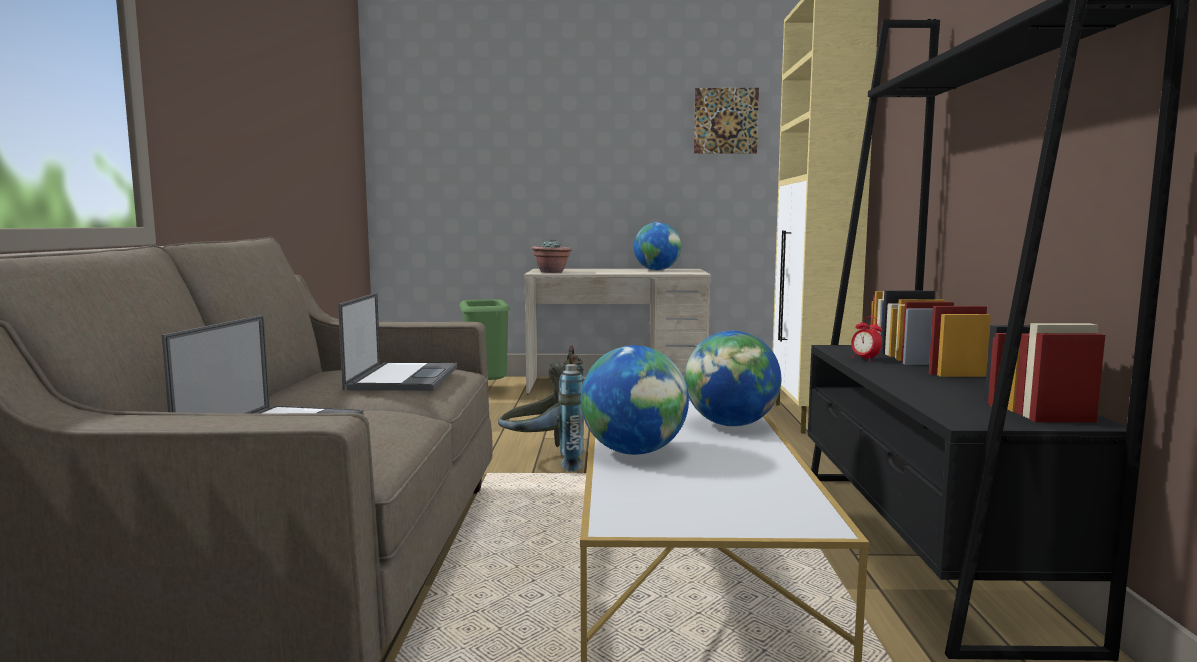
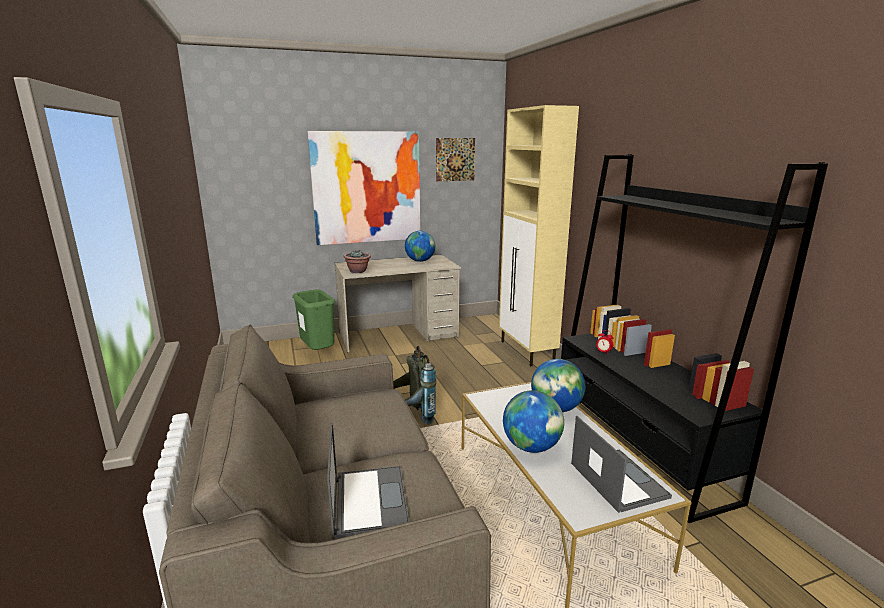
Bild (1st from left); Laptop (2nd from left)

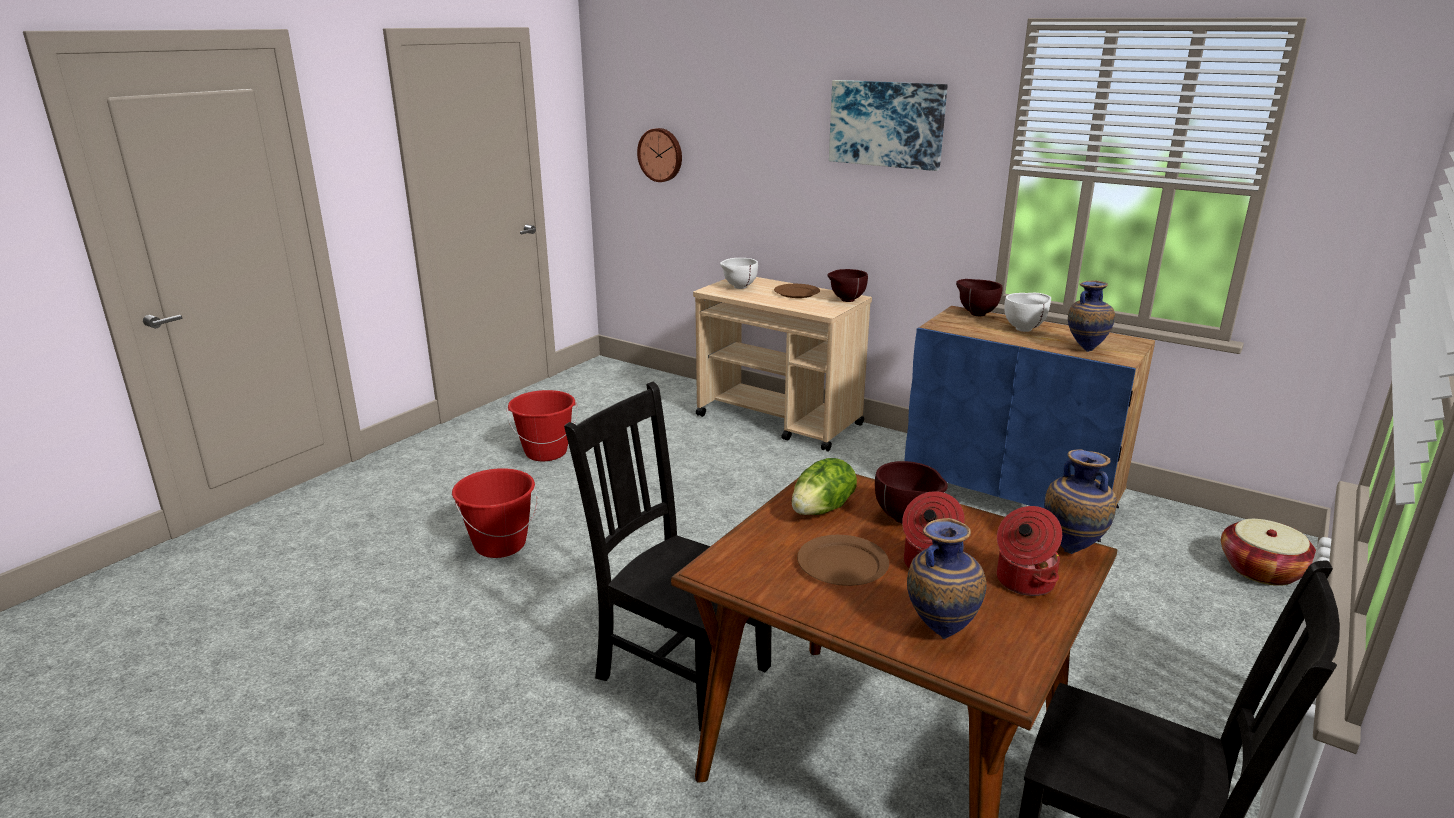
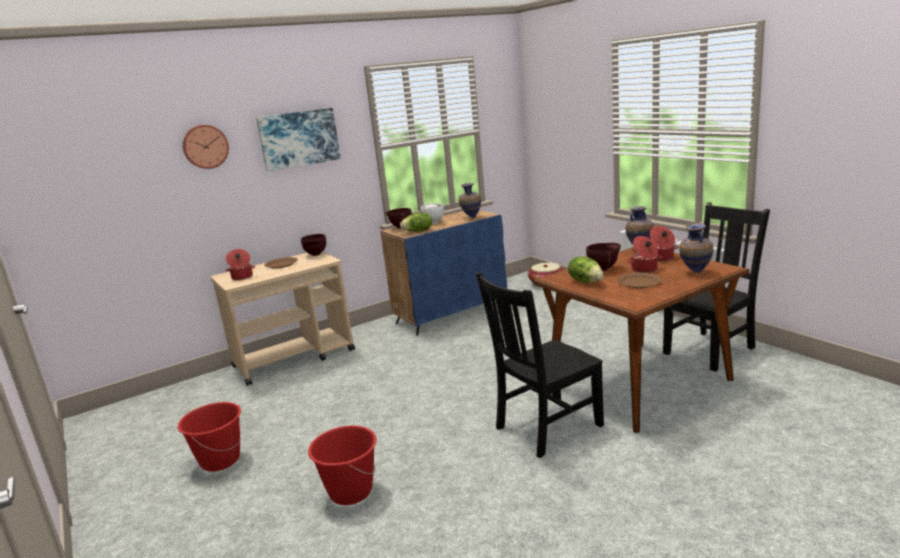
Salatkopf (1st from left); Wanduhr; Kochtopf (1st from left)

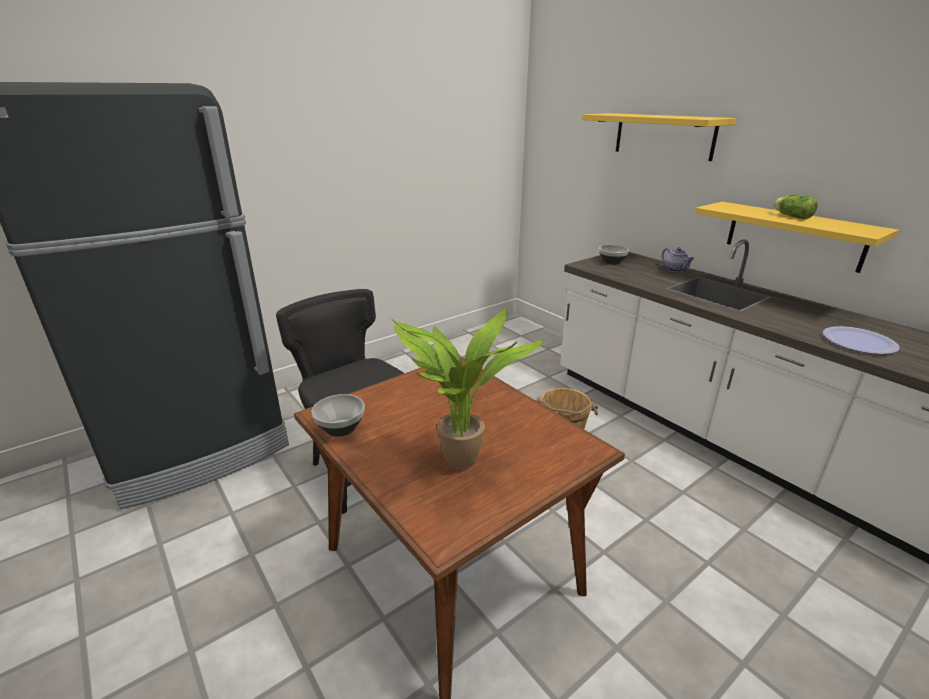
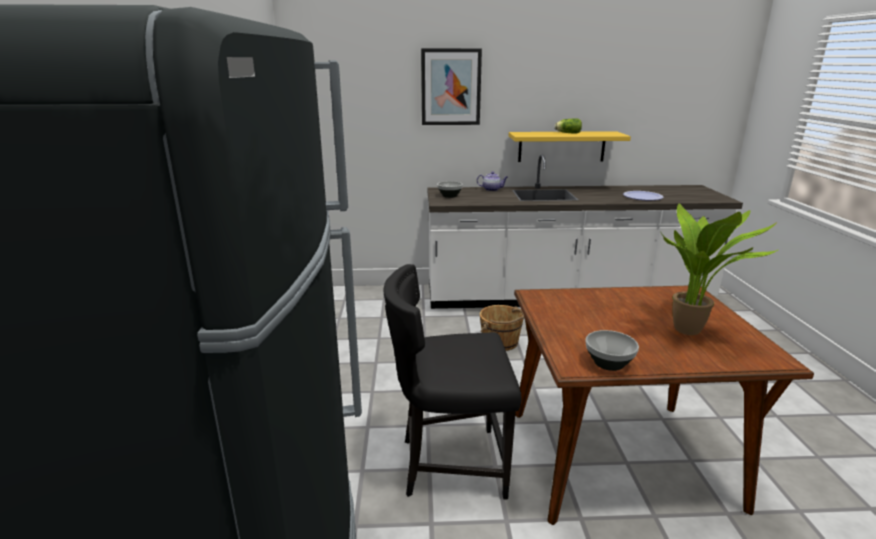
Bild

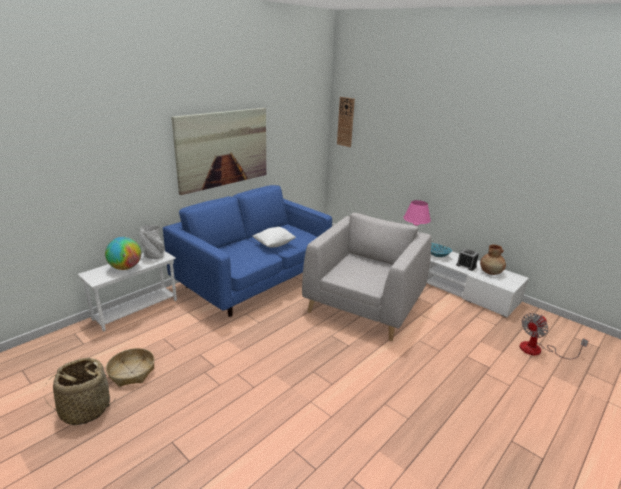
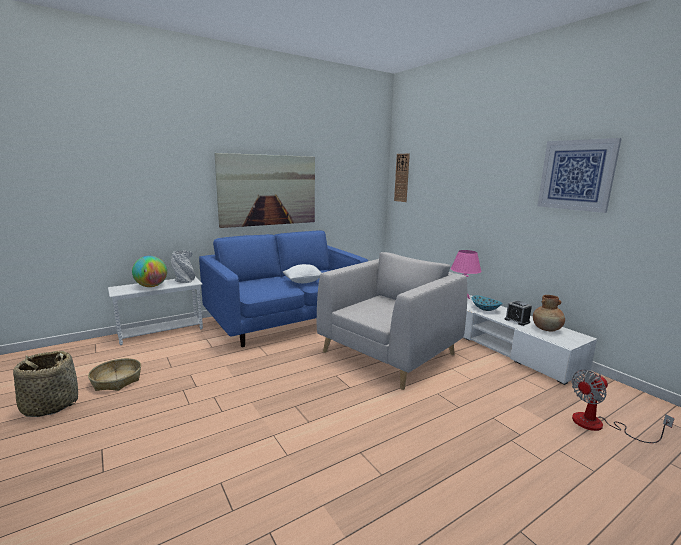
Bild (2nd from left)

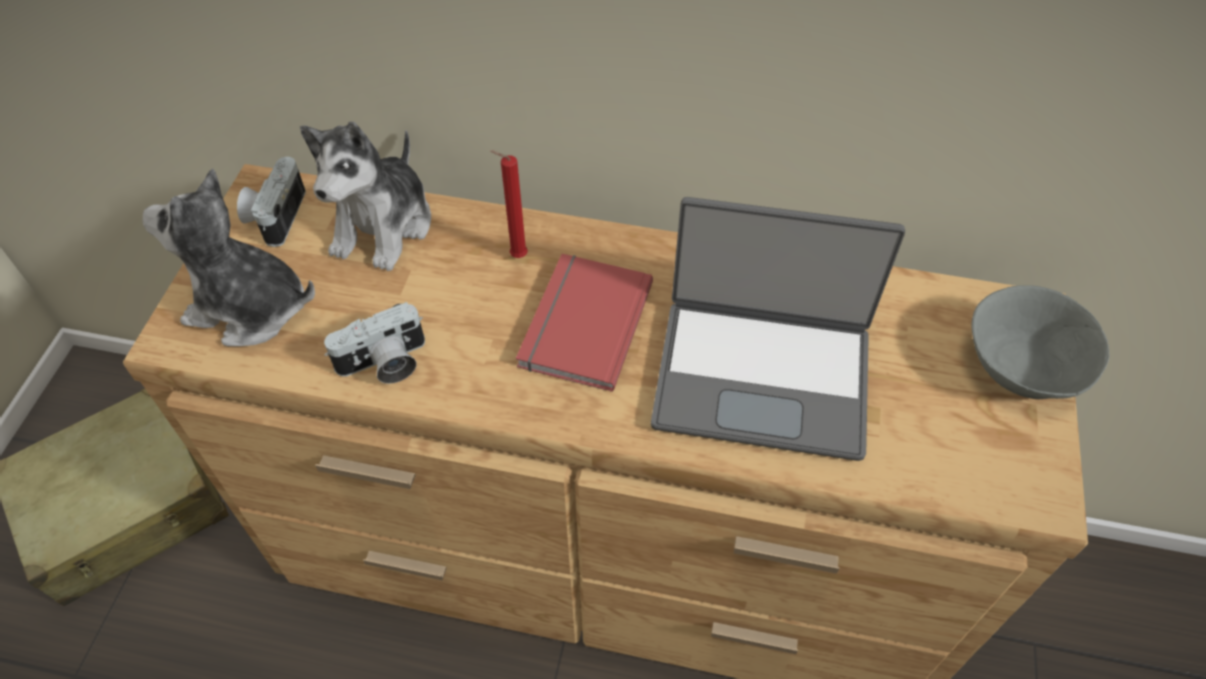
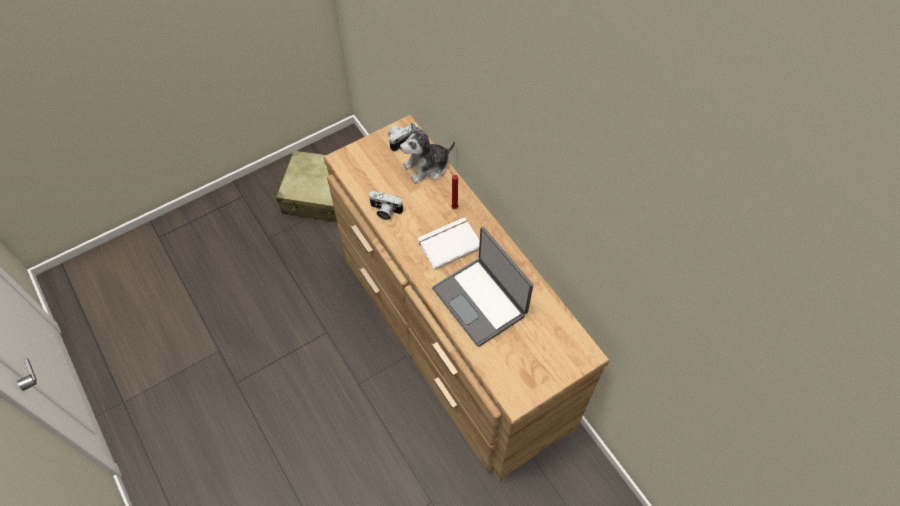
Plüschtier (1st from left in the first image); Schüssel/grau; Buch/weiß

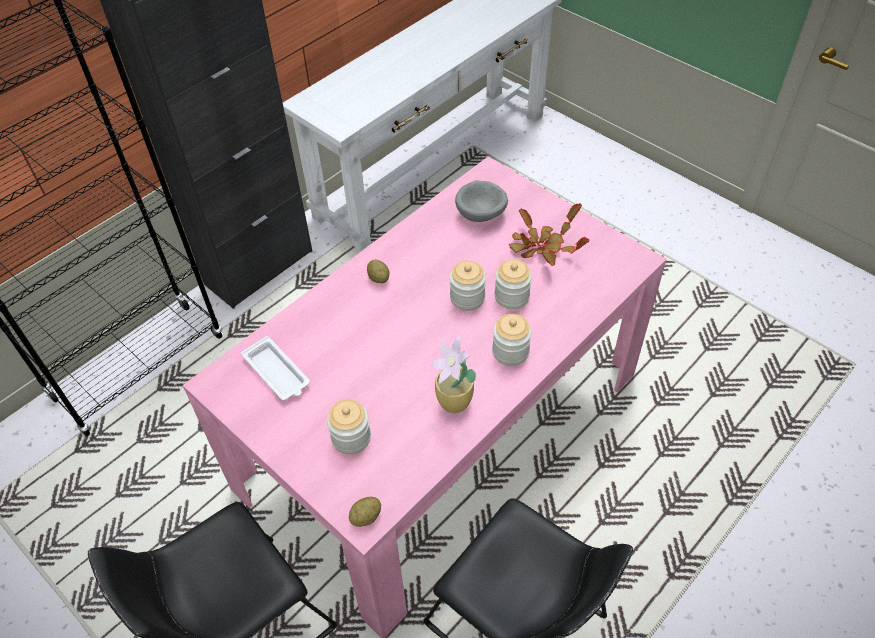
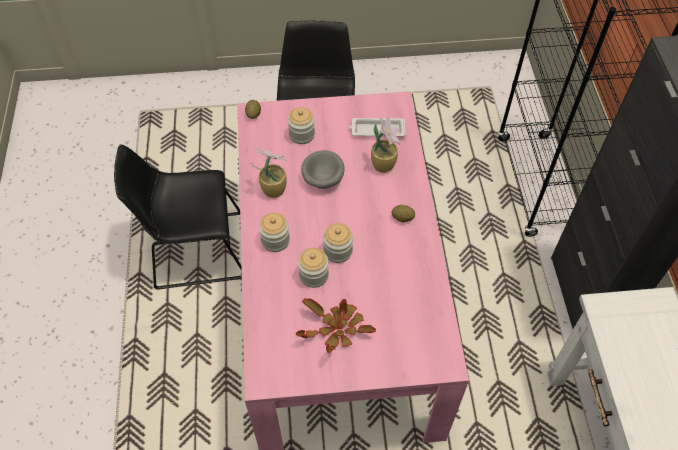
Topfpflanze (3rd from left); Schüssel/grau

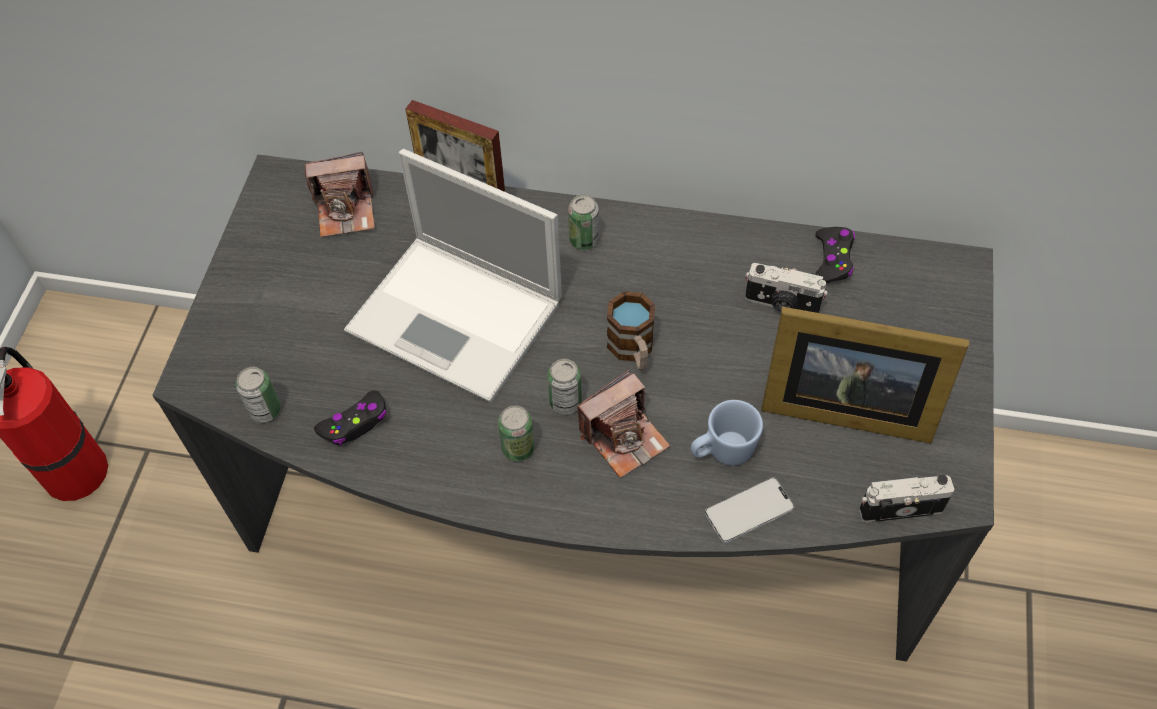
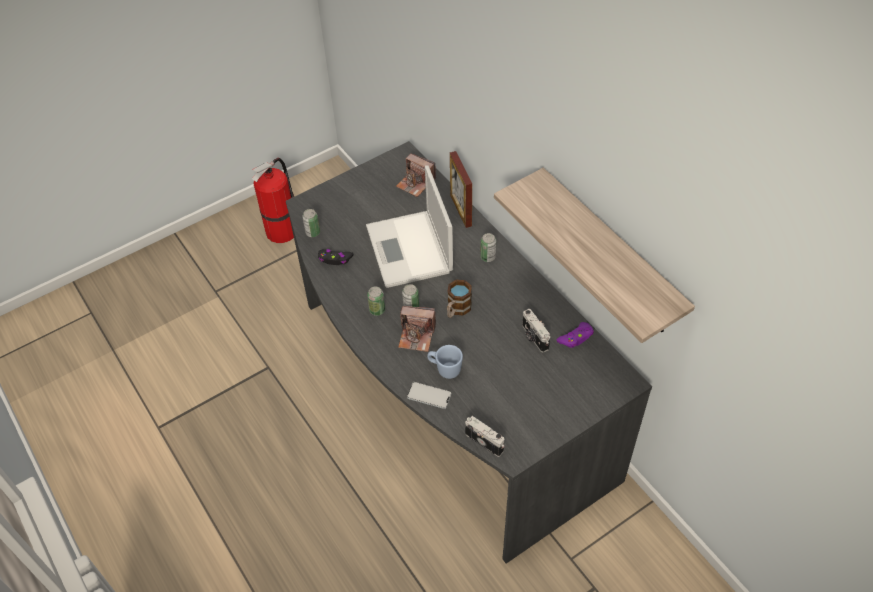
Bilderrahmen (2nd from left in the first image); Wandregal; Gamepad/lila

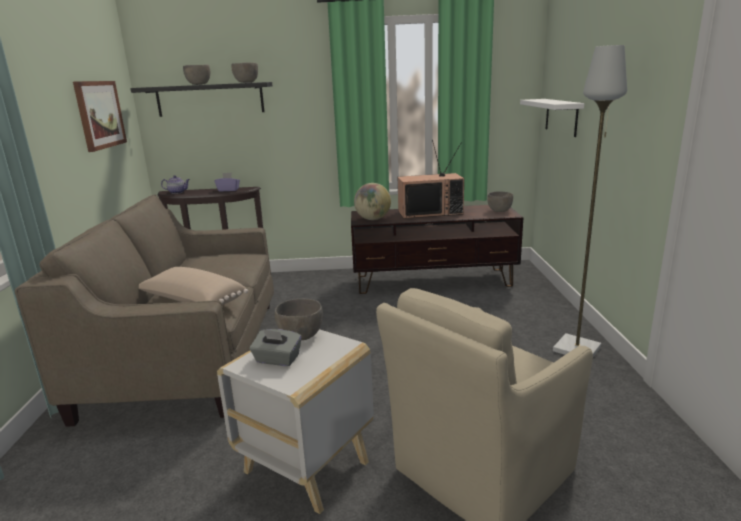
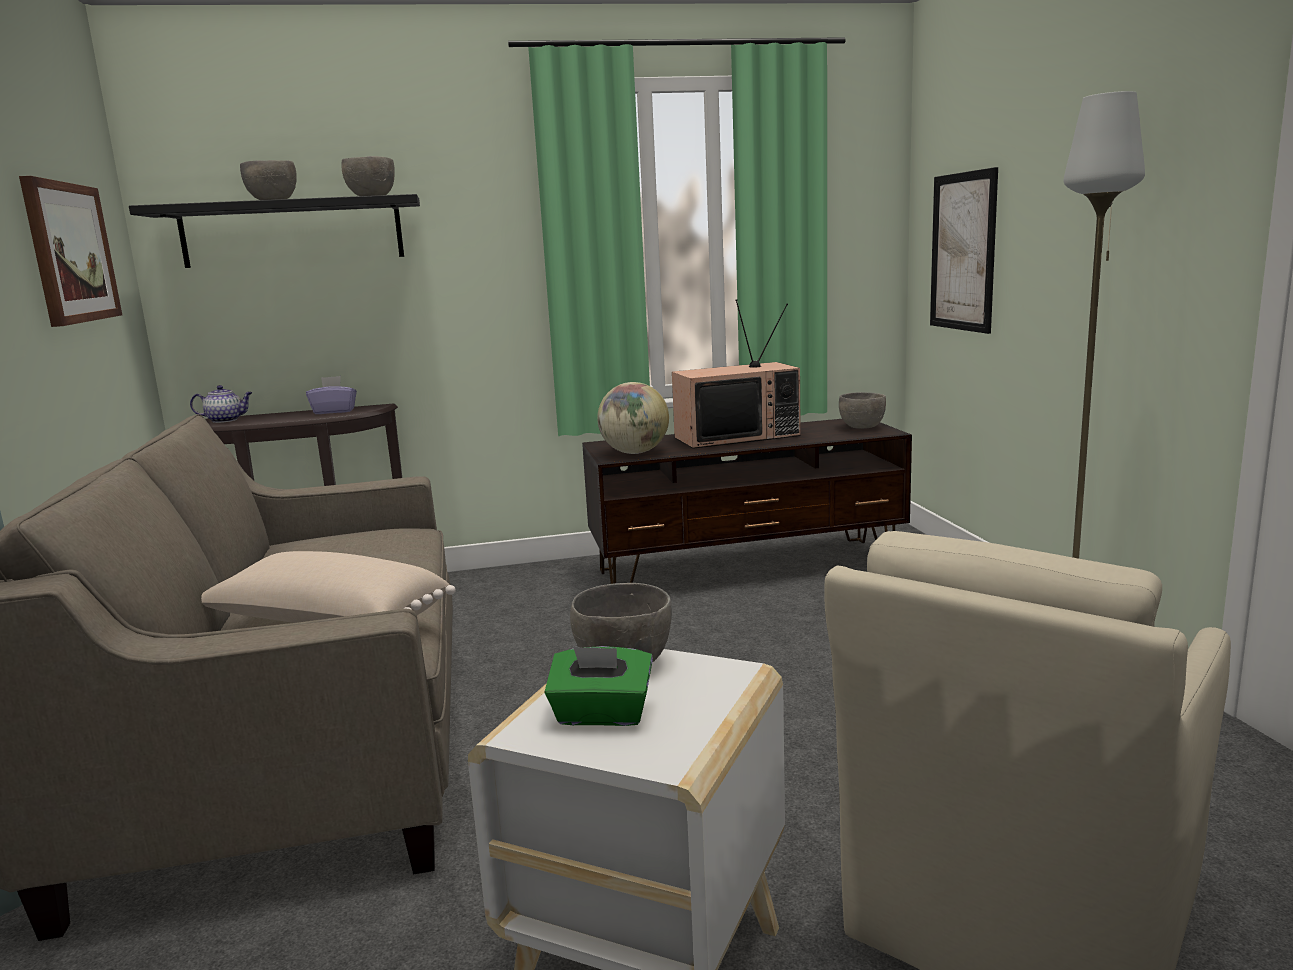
Bild (2nd from left); Taschentuchbox/grün

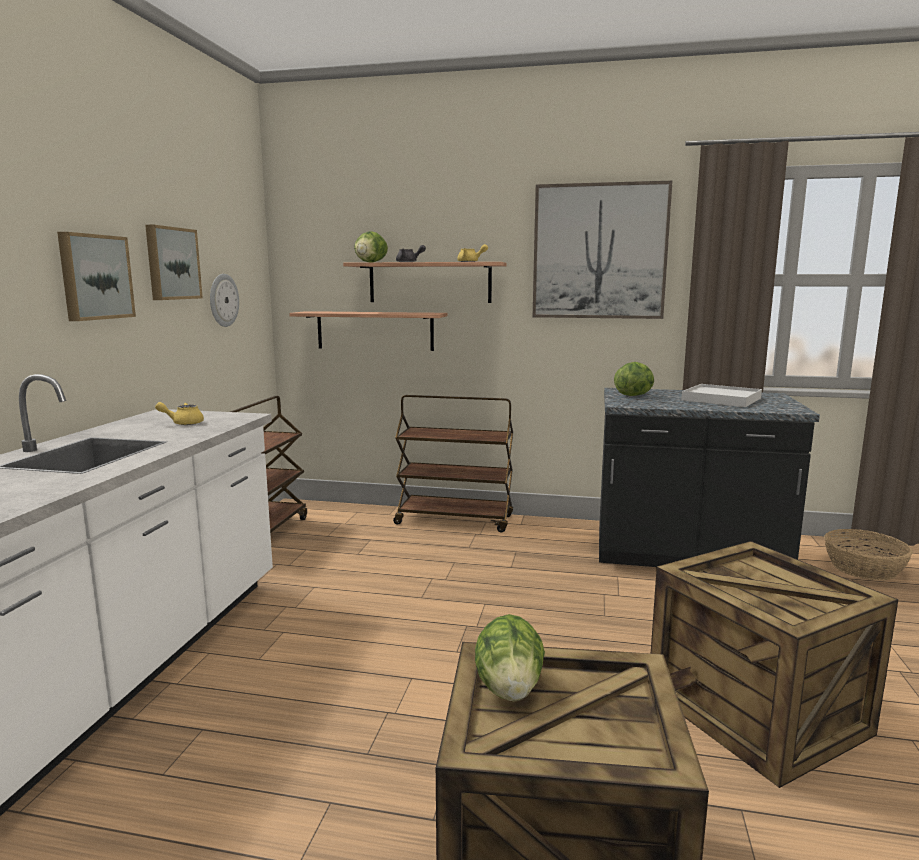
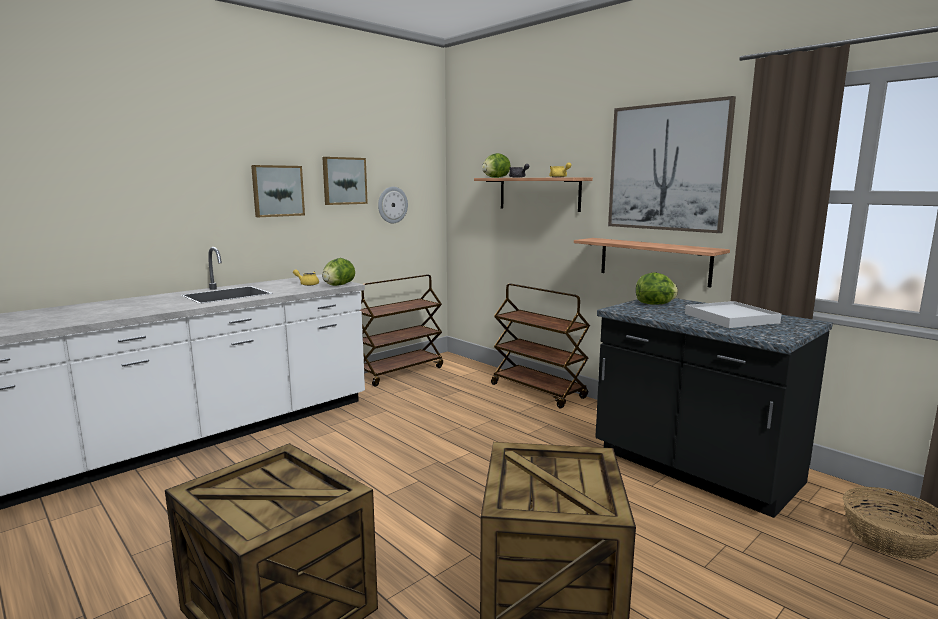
Wandregal (2nd from left); Salatkopf (1st from left)

